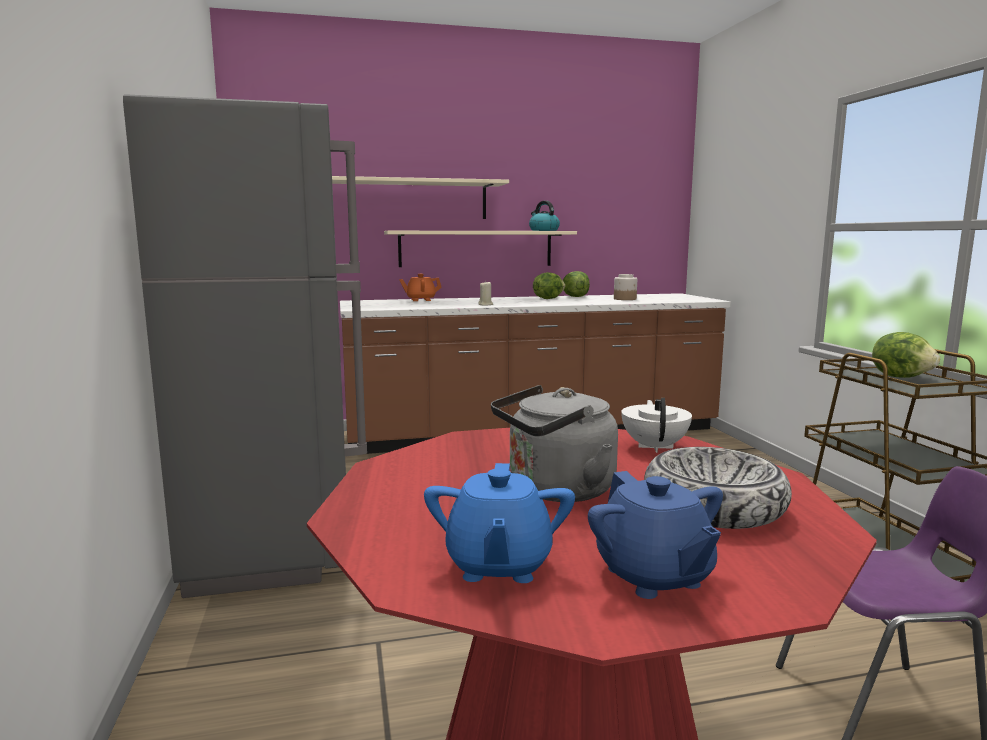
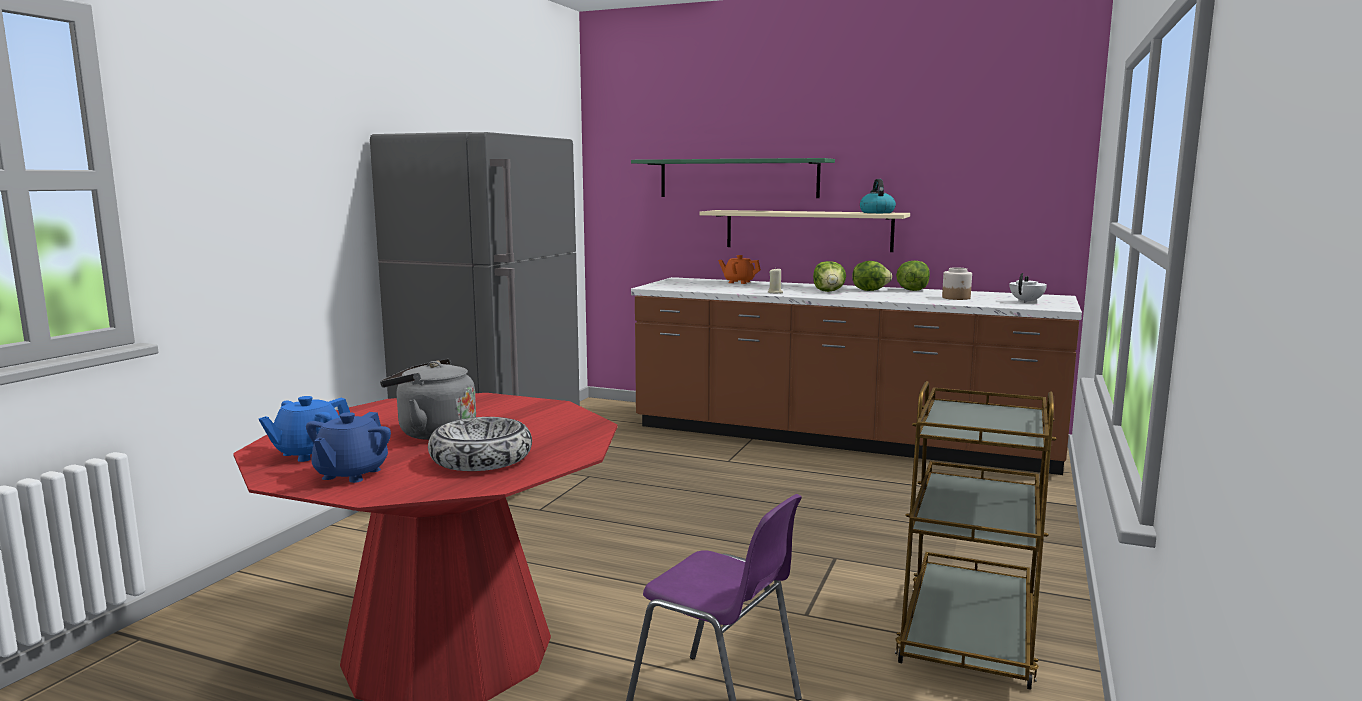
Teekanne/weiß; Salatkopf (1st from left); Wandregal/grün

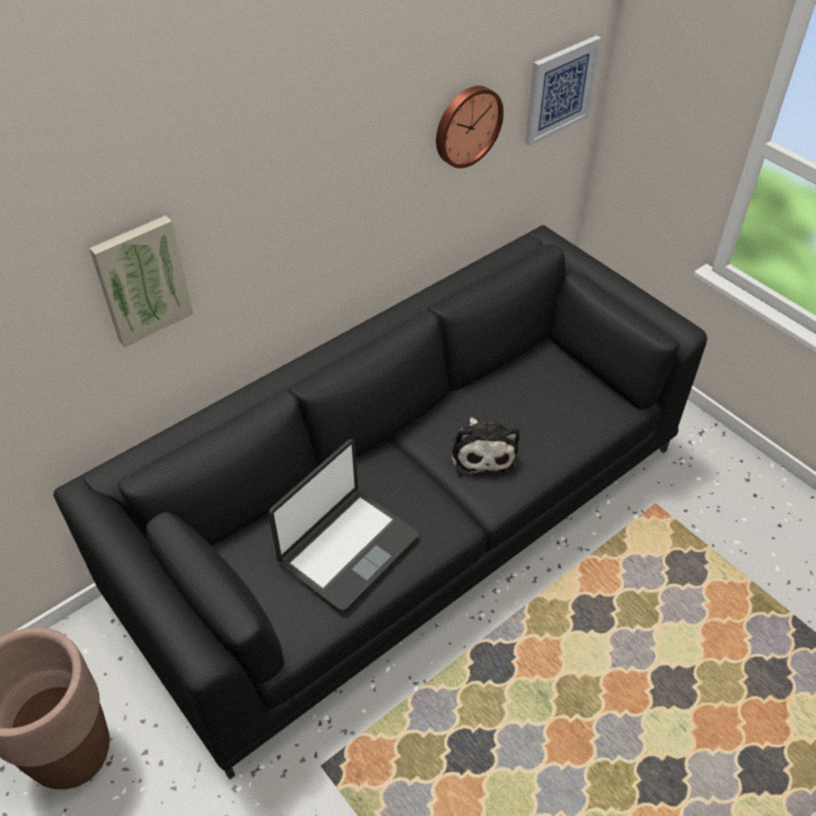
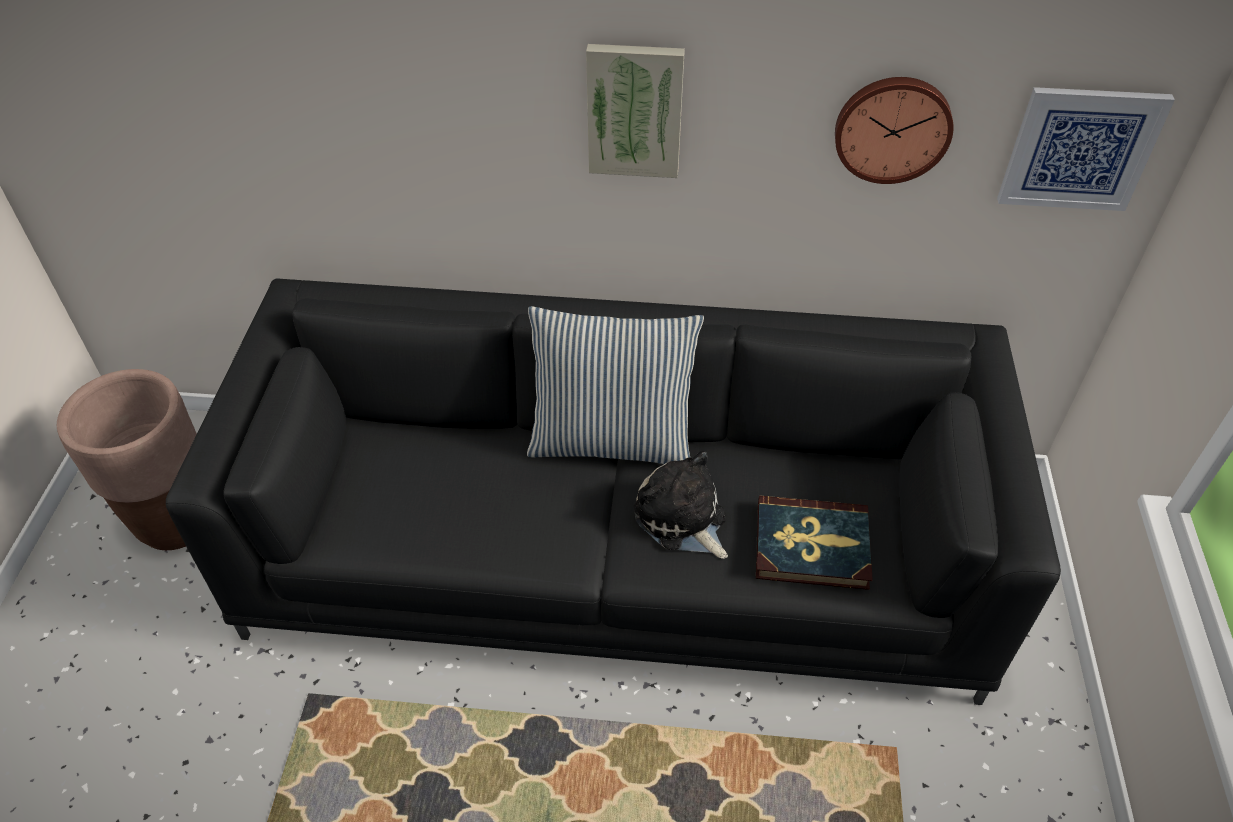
Laptop; Kissen; Buch; Bild (1st from left); Plüschtier

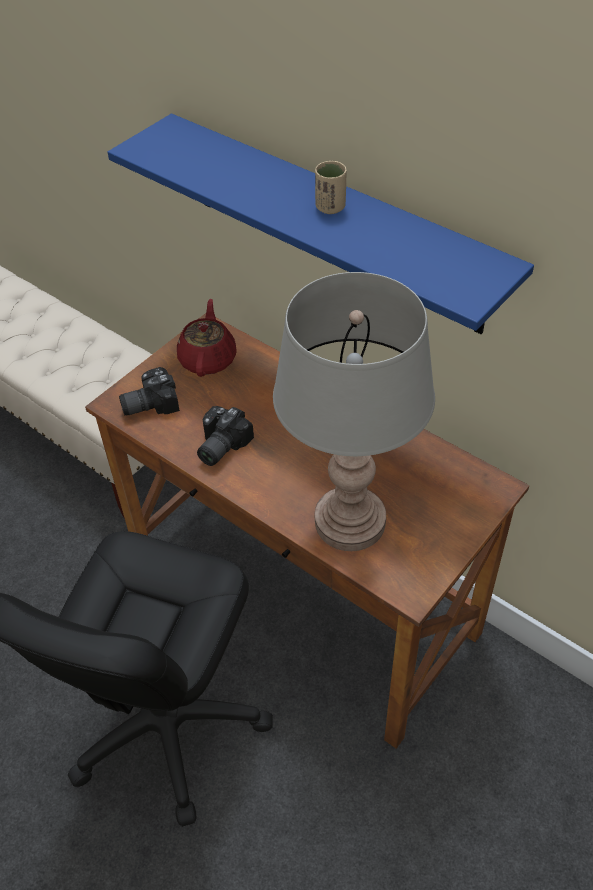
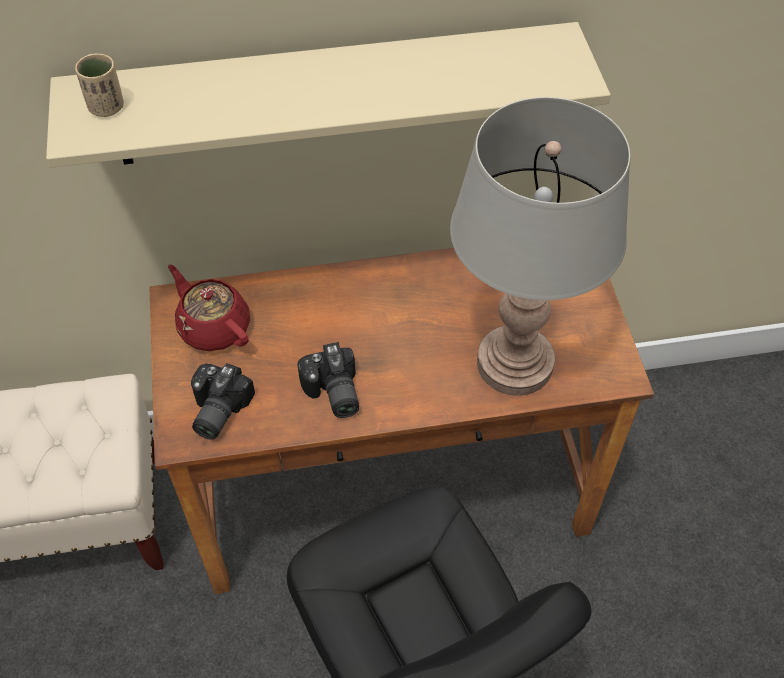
Tasse/beige; Wandregal/beige

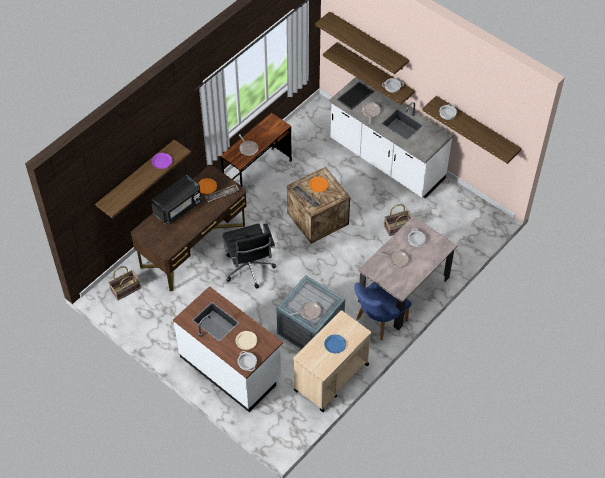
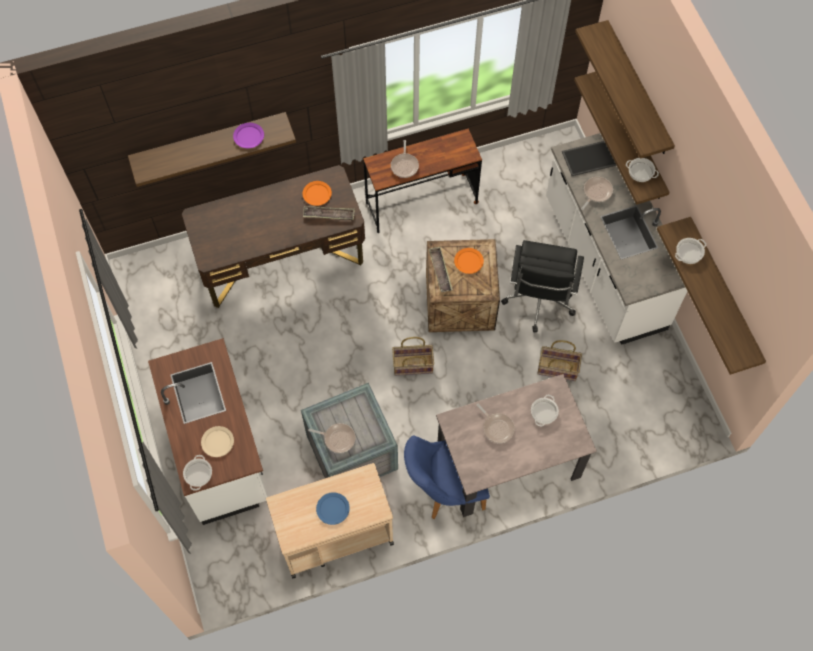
Mikrowelle/schwarz; Korb (1st from left); Bürostuhl/schwarz

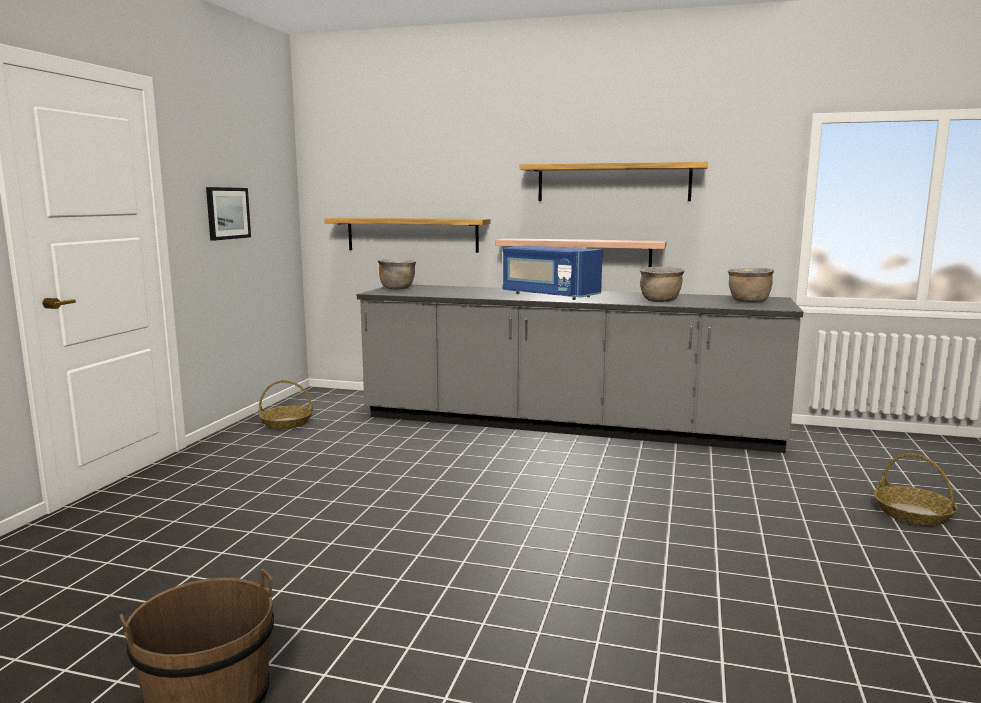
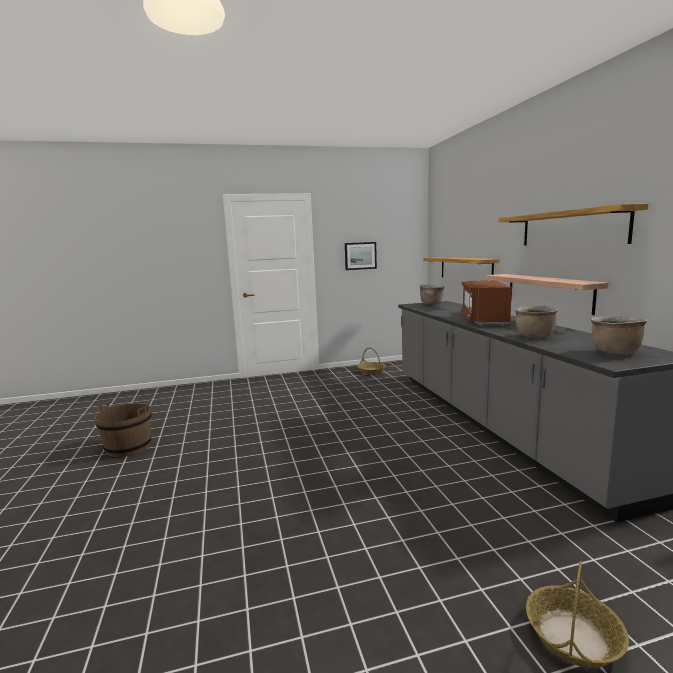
Mikrowelle/braun

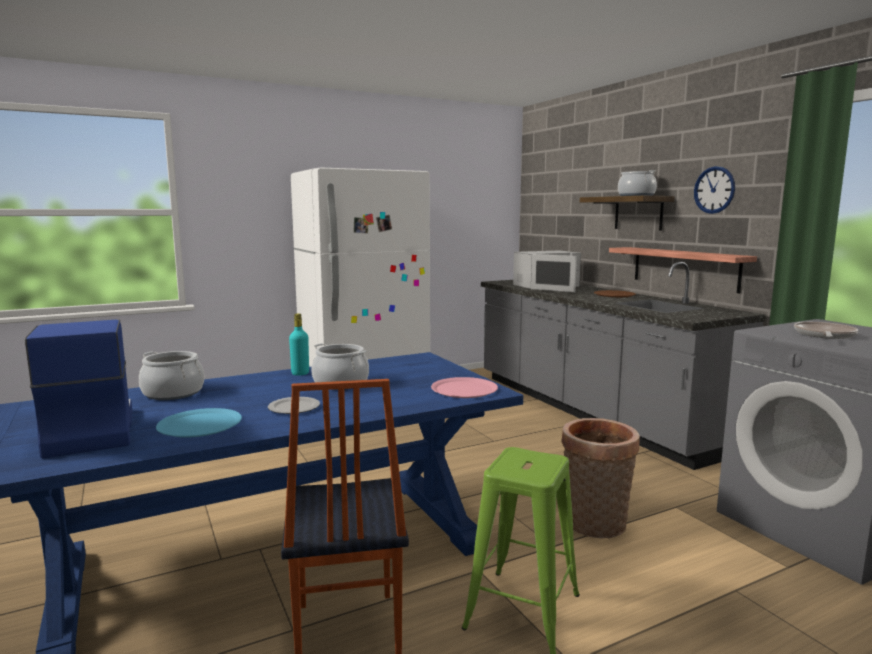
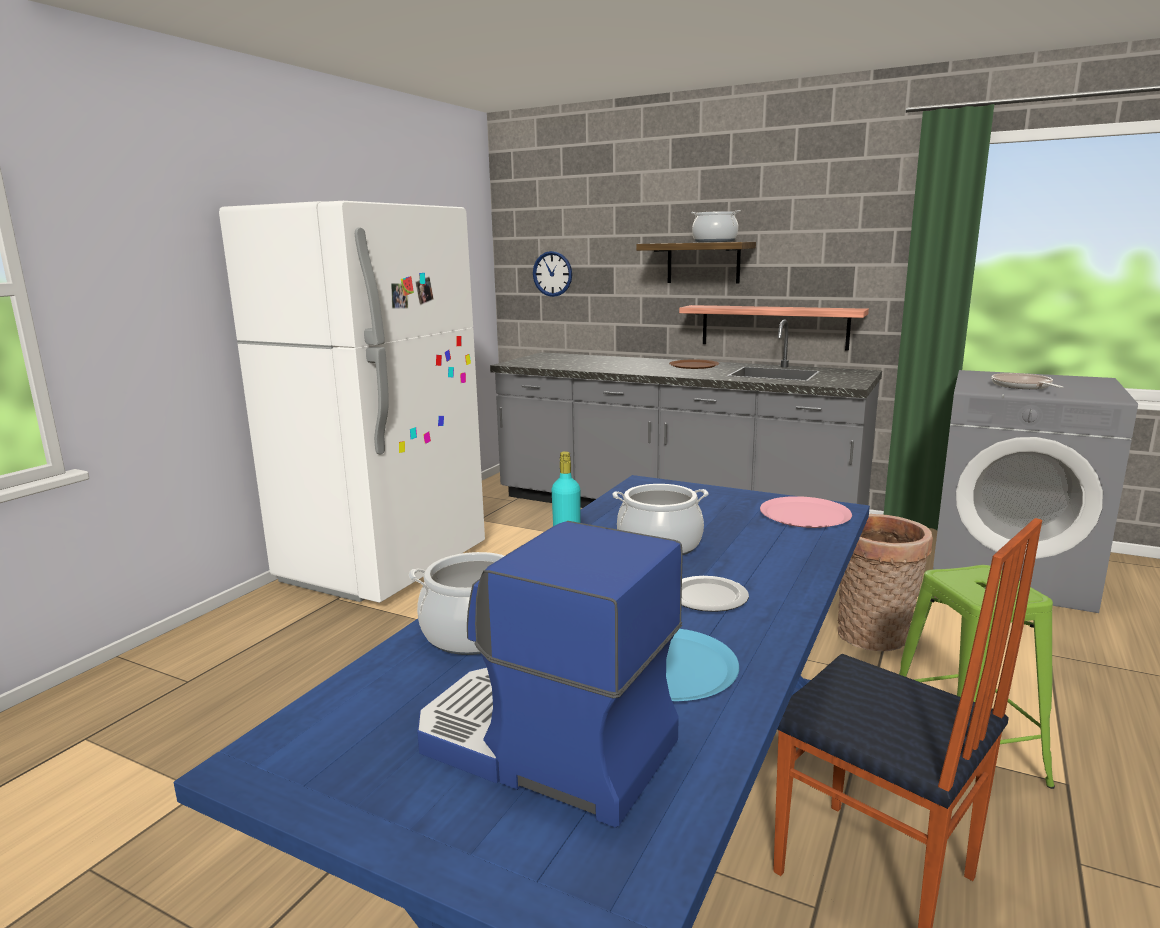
Mikrowelle/weiß; Wanduhr

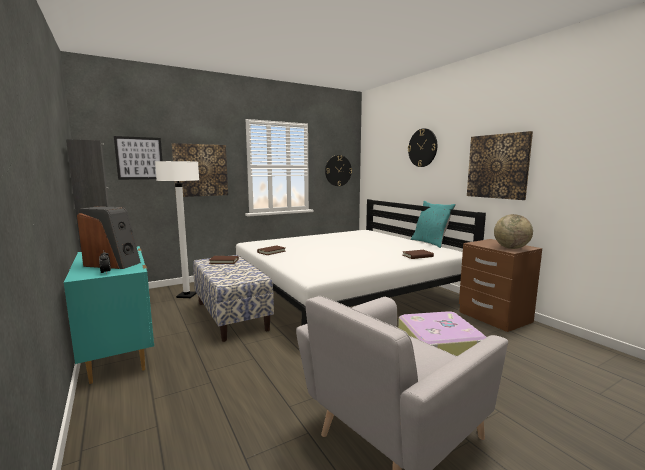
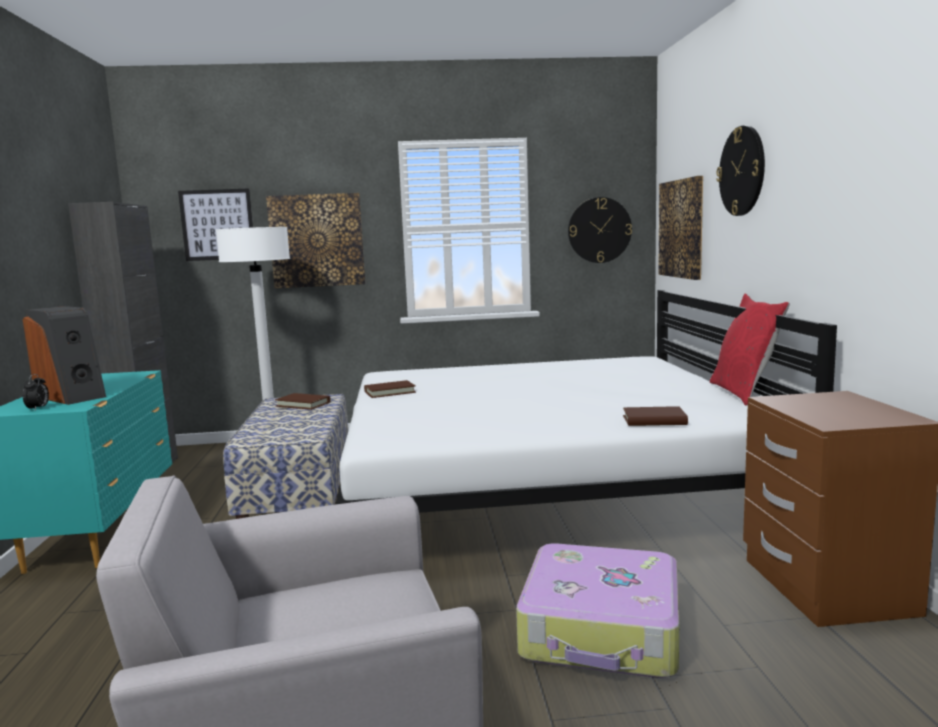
Globus; Bild (3rd from left); Kissen/rot

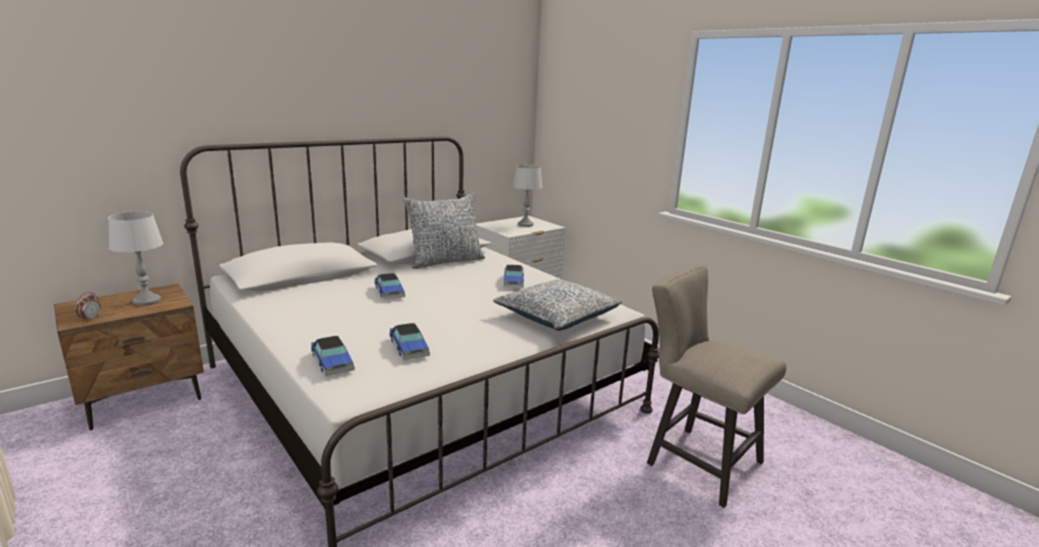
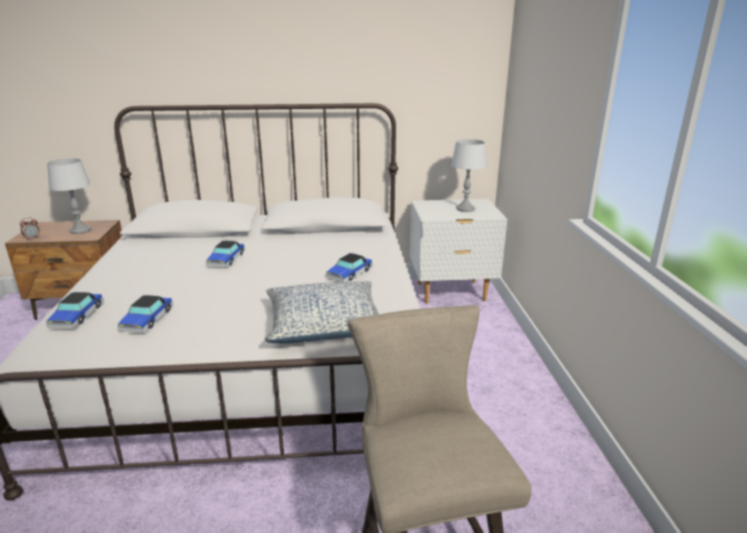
Kissen (1st from left in the first image)

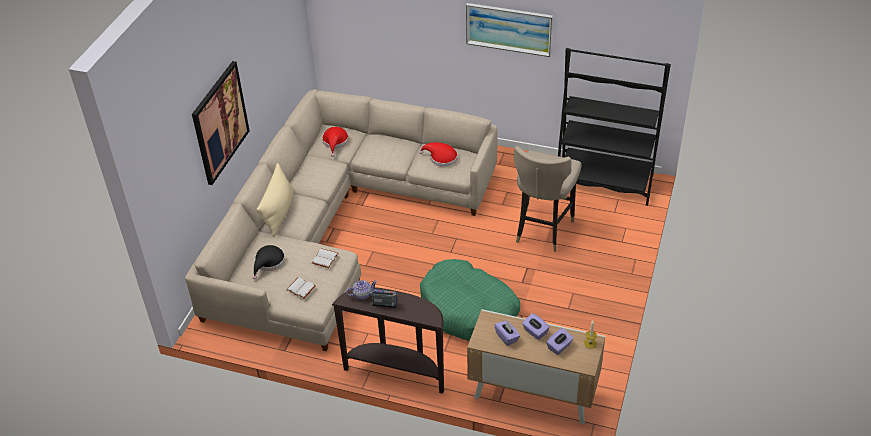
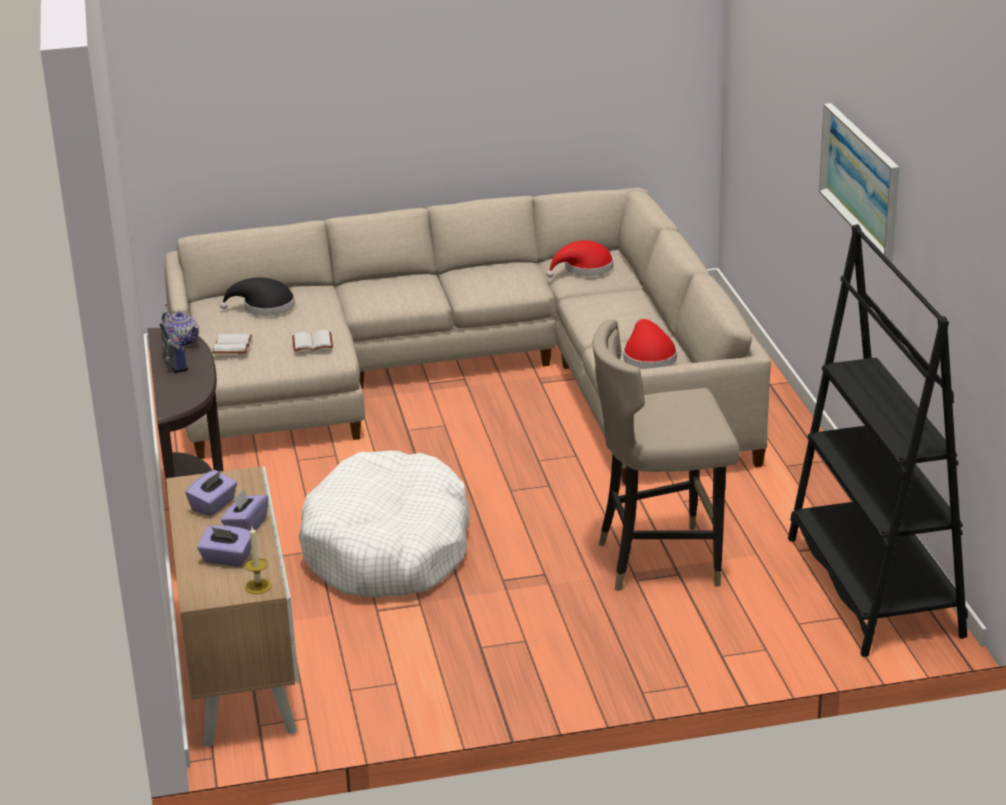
Bild (1st from left in the first image); Kissen/beige; Hundebett/weiß

